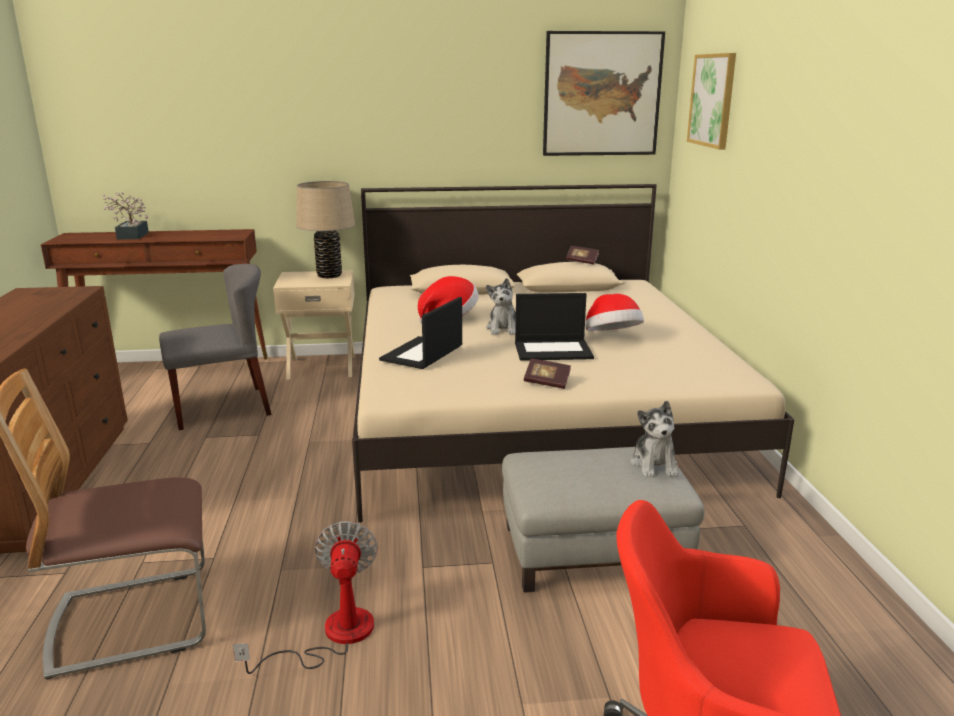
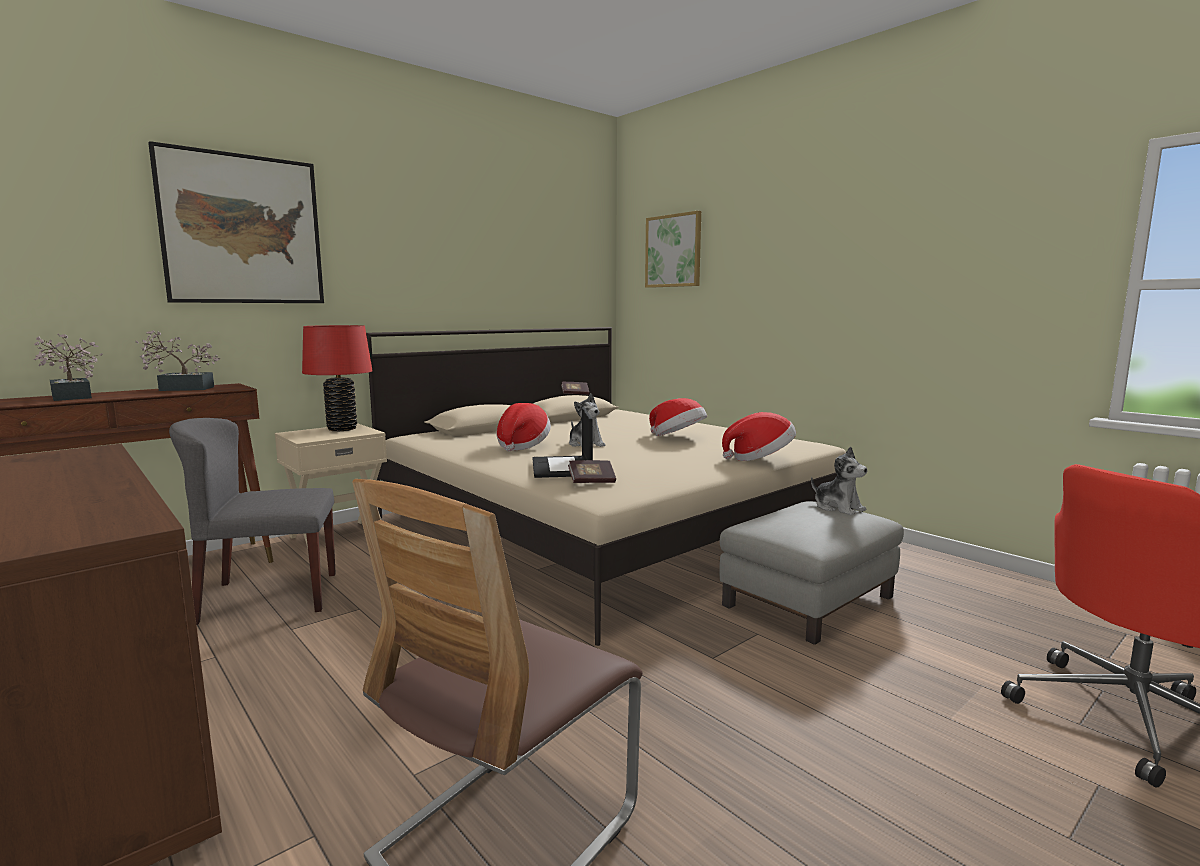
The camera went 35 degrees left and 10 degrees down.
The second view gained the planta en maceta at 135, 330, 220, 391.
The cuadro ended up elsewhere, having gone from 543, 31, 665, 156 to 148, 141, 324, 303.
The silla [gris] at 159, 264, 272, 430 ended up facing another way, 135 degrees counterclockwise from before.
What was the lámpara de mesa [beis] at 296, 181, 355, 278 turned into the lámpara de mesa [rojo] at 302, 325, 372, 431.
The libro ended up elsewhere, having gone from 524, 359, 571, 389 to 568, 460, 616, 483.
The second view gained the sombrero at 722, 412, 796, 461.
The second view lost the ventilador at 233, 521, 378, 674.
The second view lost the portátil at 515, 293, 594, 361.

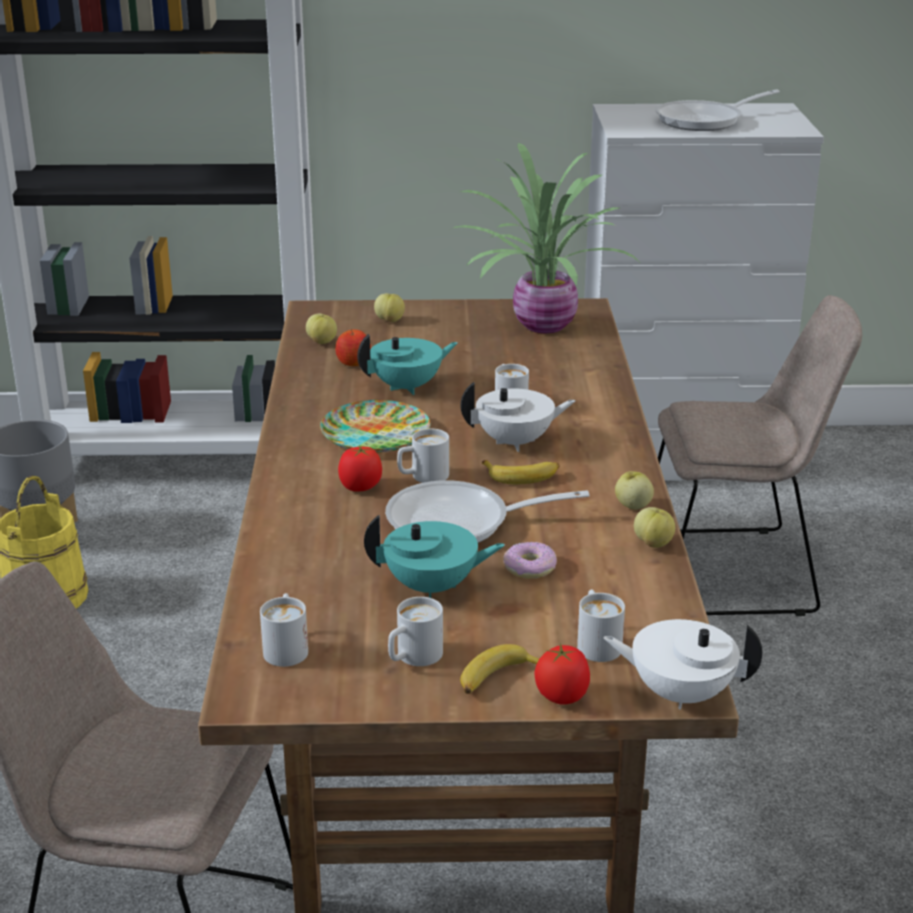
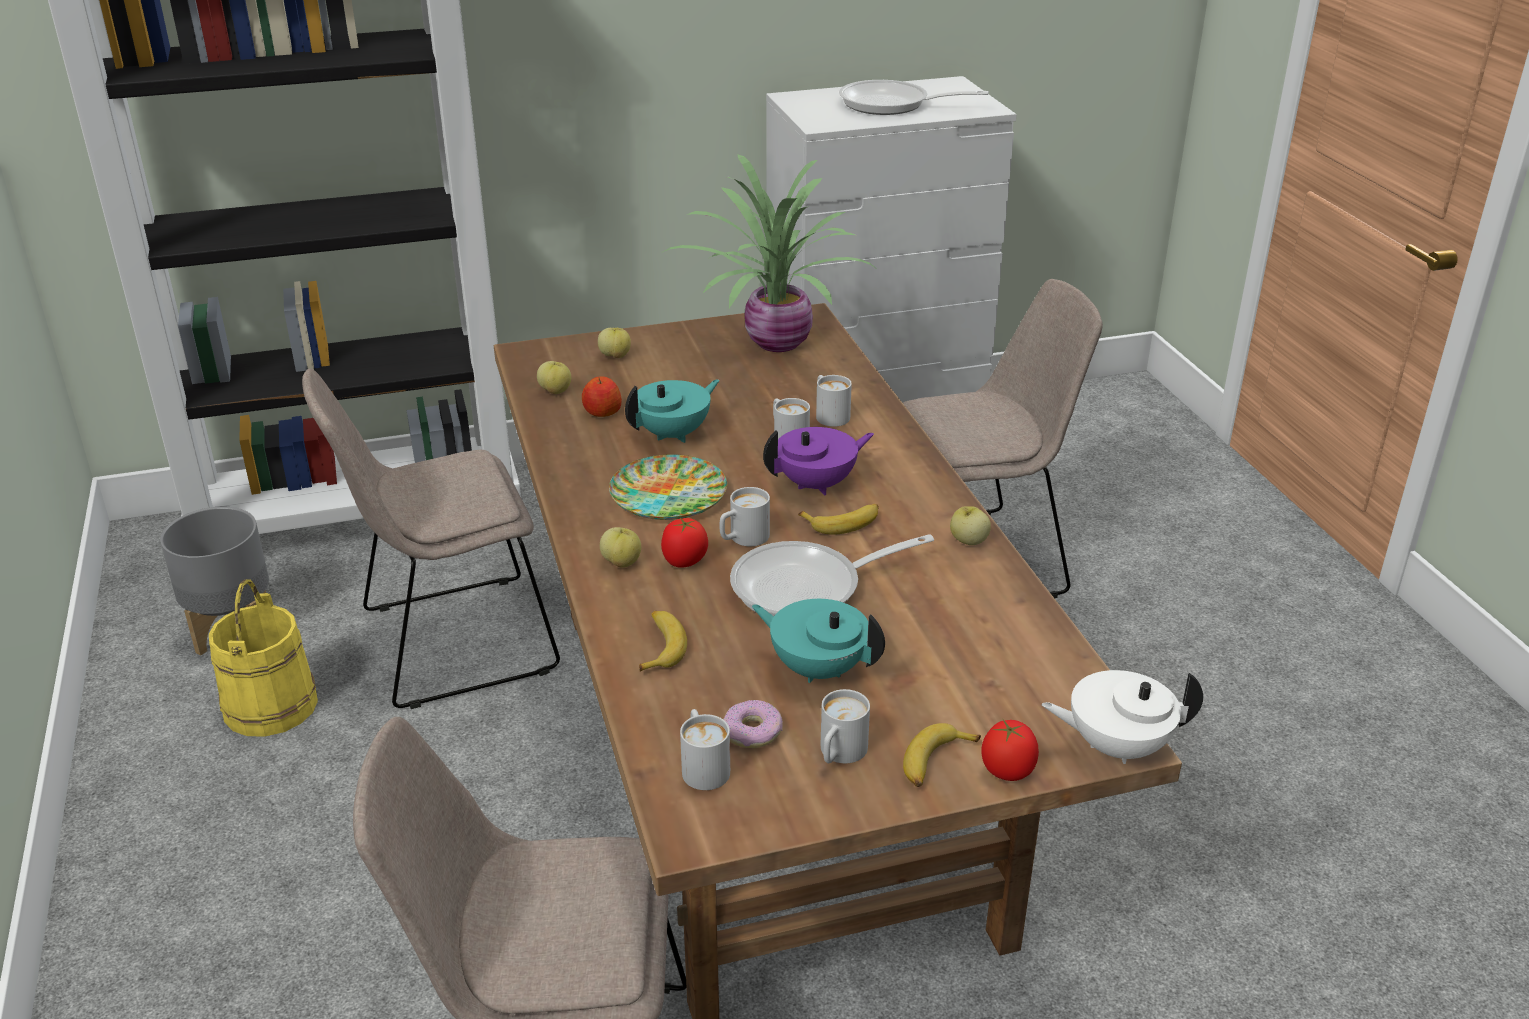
The camera went 15 degrees left and 5 degrees up.
The second view gained the silla [beis] at 302, 369, 560, 709.
The manzana ended up elsewhere, having gone from 634, 507, 675, 548 to 600, 527, 641, 568.
The second view gained the plátano at 639, 611, 687, 672.
The rosquilla ended up elsewhere, having gone from 503, 542, 557, 579 to 723, 700, 783, 748.
The tetera [turquesa] at 364, 515, 505, 598 ended up facing another way, 135 degrees counterclockwise from before.
What was the tetera [blanco] at 460, 382, 576, 452 turned into the tetera [morado] at 763, 427, 874, 496.
The taza grande [blanco] ended up elsewhere, having gone from 577, 590, 625, 662 to 816, 375, 852, 427.
The sartén at 655, 89, 780, 131 ended up facing another way, 60 degrees clockwise from before.

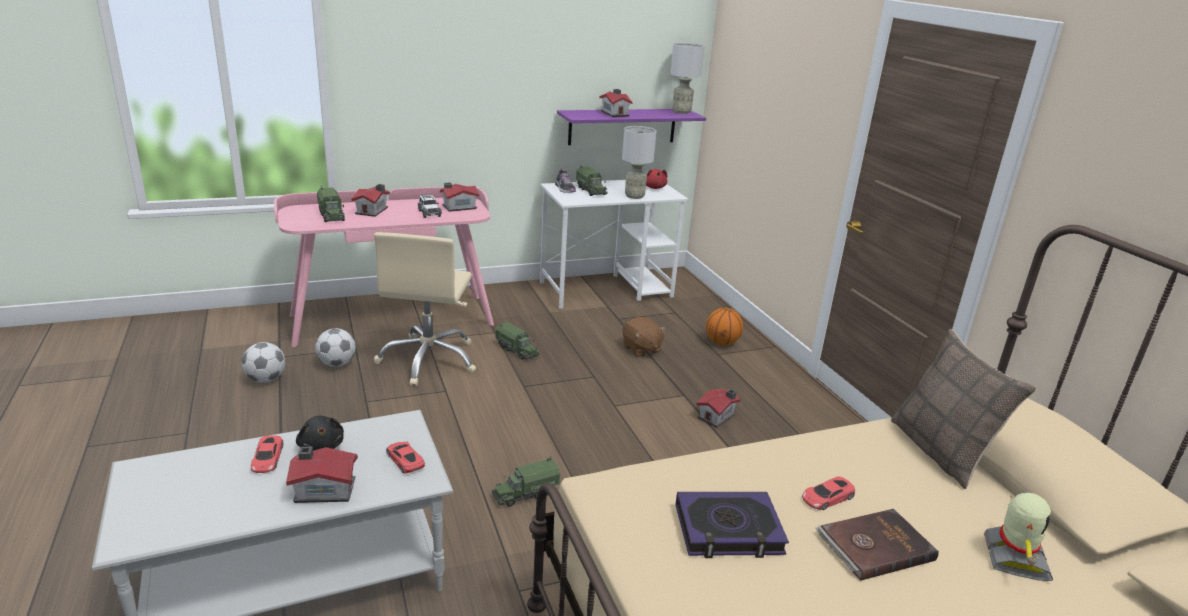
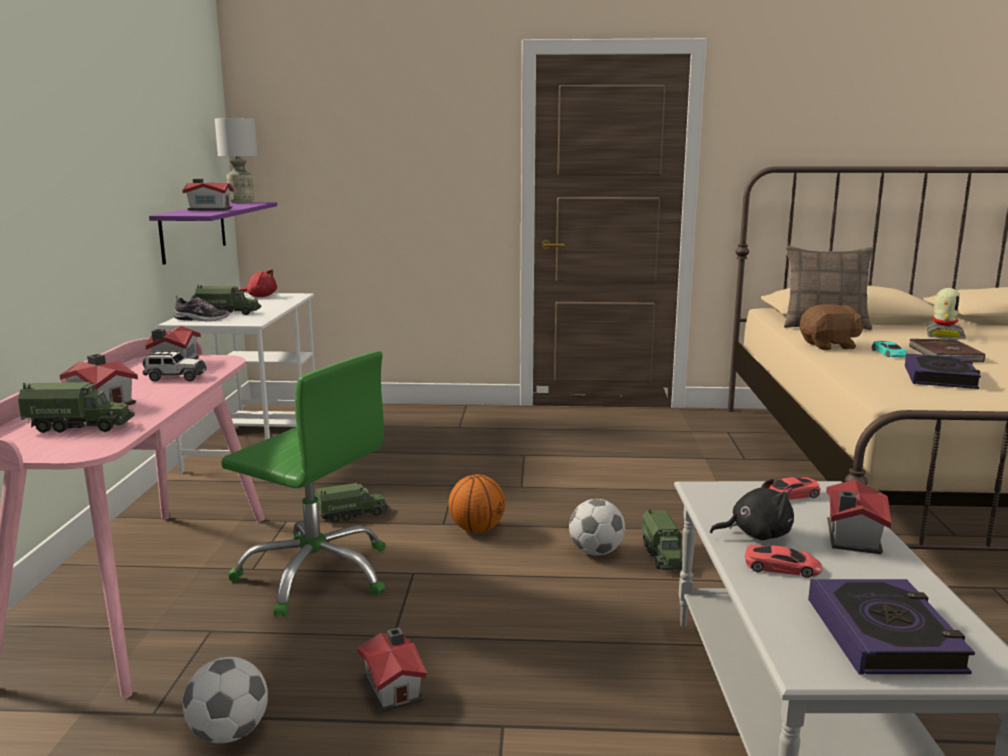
The camera went 65 degrees left and 10 degrees down.
What was the silla de oficina [beis] at 374, 232, 476, 386 turned into the silla de oficina [verde] at 221, 351, 386, 617.
The casita ended up elsewhere, having gone from 696, 389, 741, 427 to 357, 627, 427, 713.
The balón de baloncesto ended up elsewhere, having gone from 706, 308, 743, 345 to 448, 474, 505, 533.
The balón de fútbol ended up elsewhere, having gone from 315, 328, 356, 367 to 569, 499, 625, 555.
The peluche [marrón] ended up elsewhere, having gone from 622, 317, 666, 357 to 800, 304, 863, 350.
The second view gained the libro at 808, 579, 975, 674.
What was the coche de juguete [rojo] at 802, 476, 855, 510 turned into the coche de juguete [turquesa] at 872, 341, 908, 357.
The robot de juguete at 984, 493, 1053, 581 ended up facing another way, 75 degrees clockwise from before.
The second view lost the lámpara de mesa [gris] at 622, 126, 657, 199.

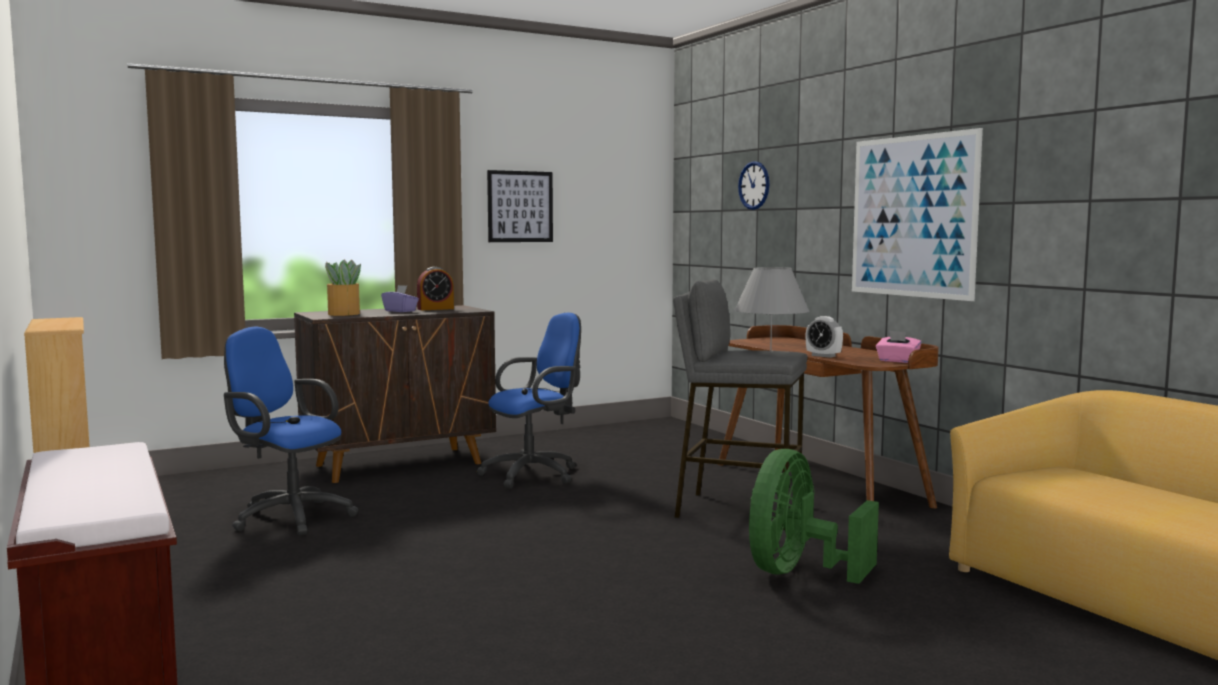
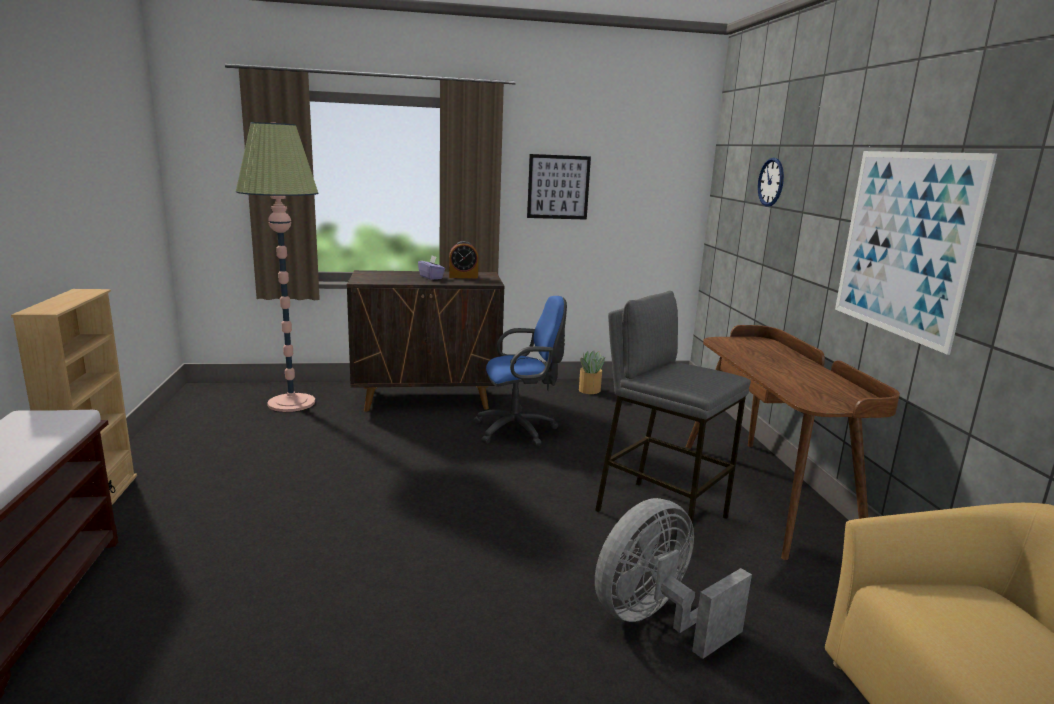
The camera went 20 degrees right and 10 degrees up.
The second view gained the lámpara de pie at 236, 122, 318, 412.
The planta en maceta ended up elsewhere, having gone from 325, 260, 361, 316 to 579, 351, 605, 394.
What was the ventilador [verde] at 749, 449, 879, 584 turned into the ventilador [gris] at 595, 498, 752, 659.
The second view lost the silla de oficina [azul] at 224, 327, 358, 536.
The second view lost the lámpara de mesa [gris] at 734, 267, 810, 351.
The second view lost the despertador at 806, 316, 843, 358.
The second view lost the caja de pañuelos [rosa] at 876, 330, 921, 363.

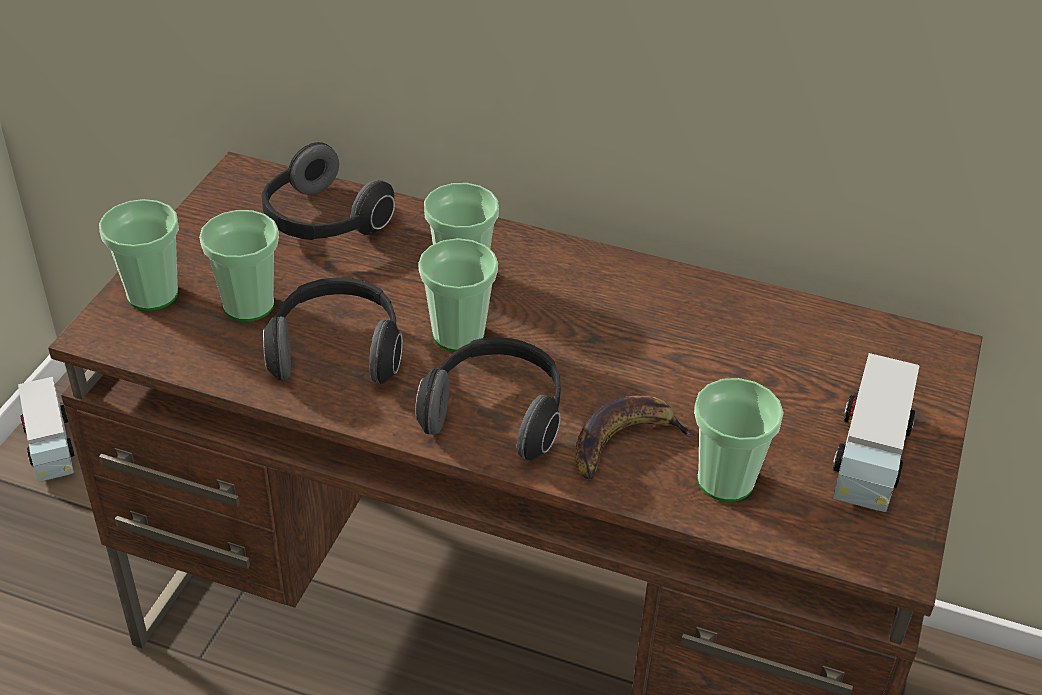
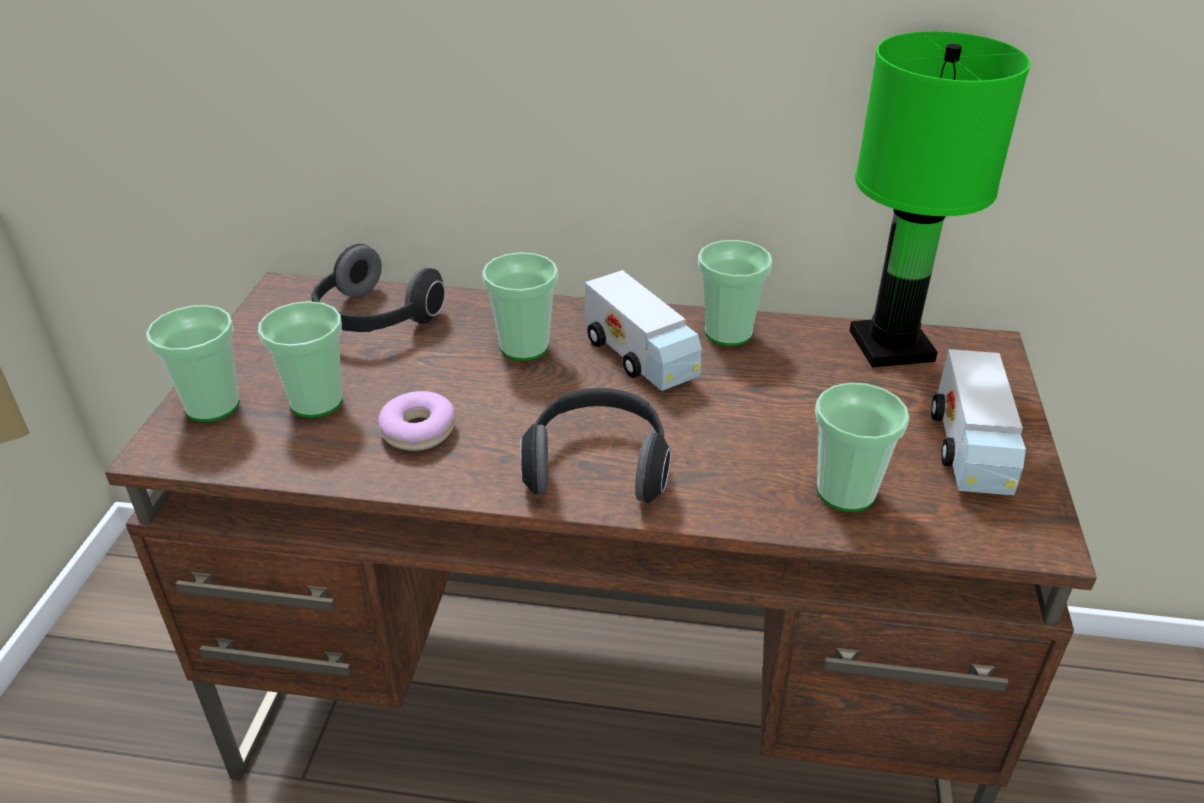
The camera went 10 degrees left and 5 degrees down.
Where the auriculares stood at 263, 277, 403, 384, the rosquilla came to stand at 378, 391, 455, 451.
The camión de juguete ended up elsewhere, having gone from 18, 377, 75, 482 to 585, 270, 702, 391.
The taza ended up elsewhere, having gone from 418, 238, 498, 352 to 698, 240, 772, 346.
The second view gained the lámpara de mesa [verde] at 849, 31, 1031, 367.
The second view lost the plátano at 575, 395, 697, 479.

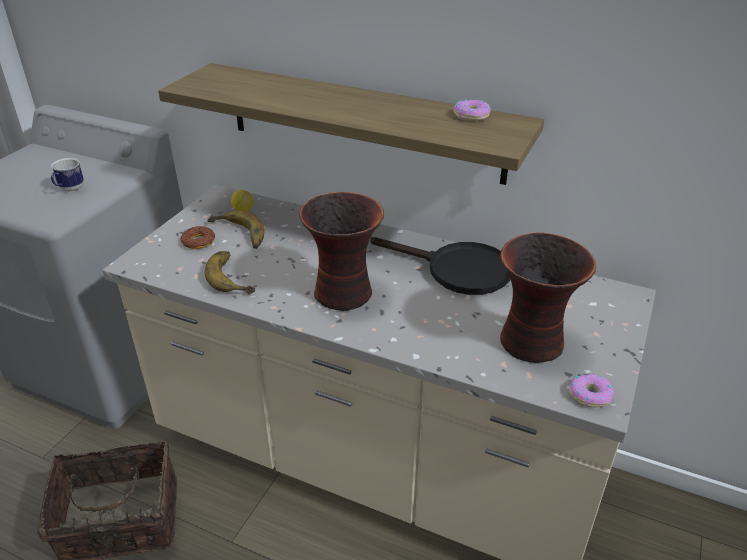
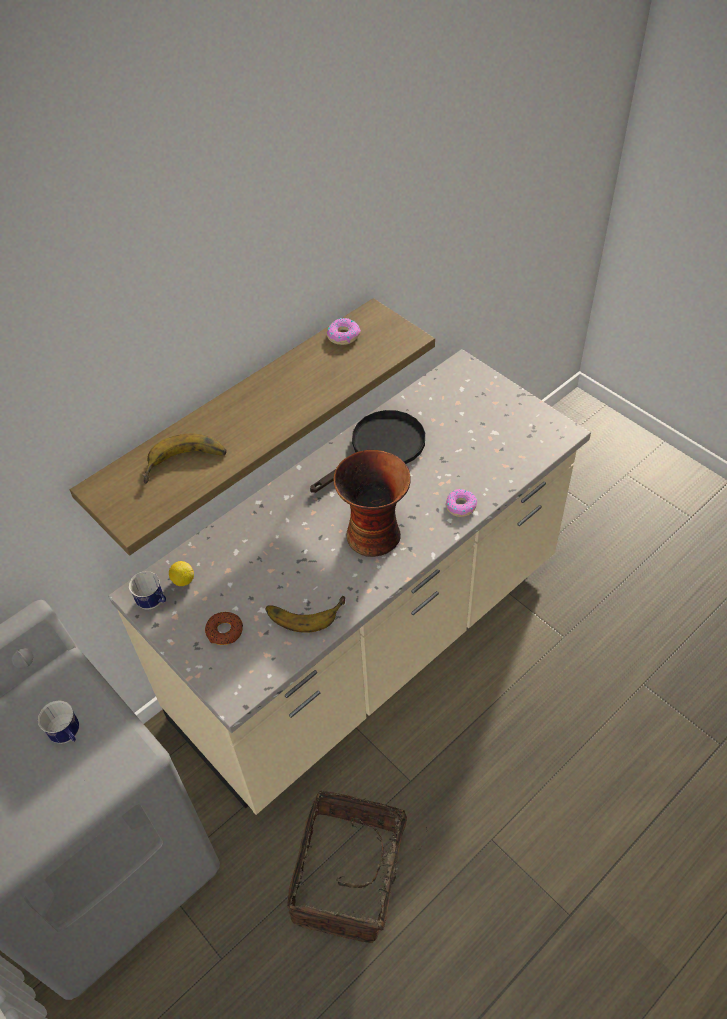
The camera went 65 degrees left and 15 degrees up.
The second view gained the taza grande at 129, 571, 166, 609.
The plátano ended up elsewhere, having gone from 207, 210, 264, 249 to 142, 434, 227, 484.
The rosquilla ended up elsewhere, having gone from 569, 374, 614, 407 to 446, 489, 477, 517.
The second view lost the florero at 500, 232, 596, 363.

